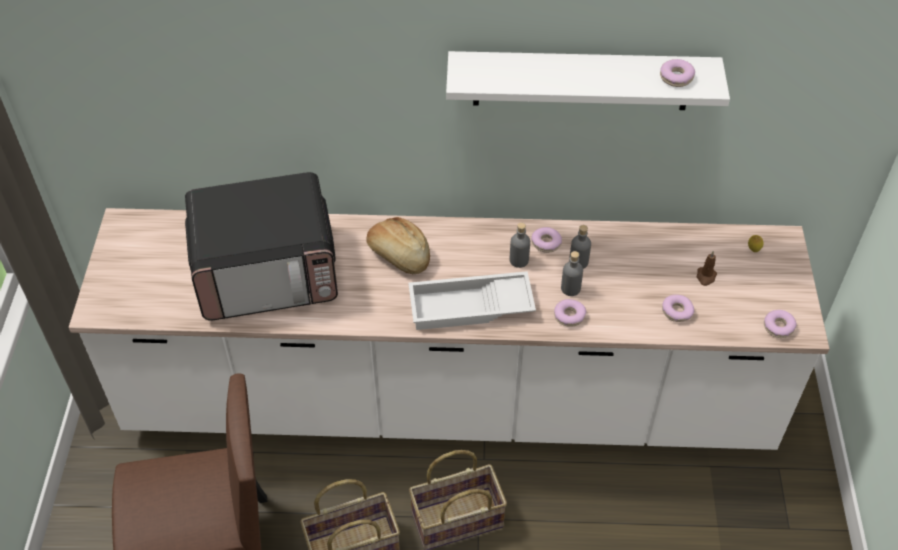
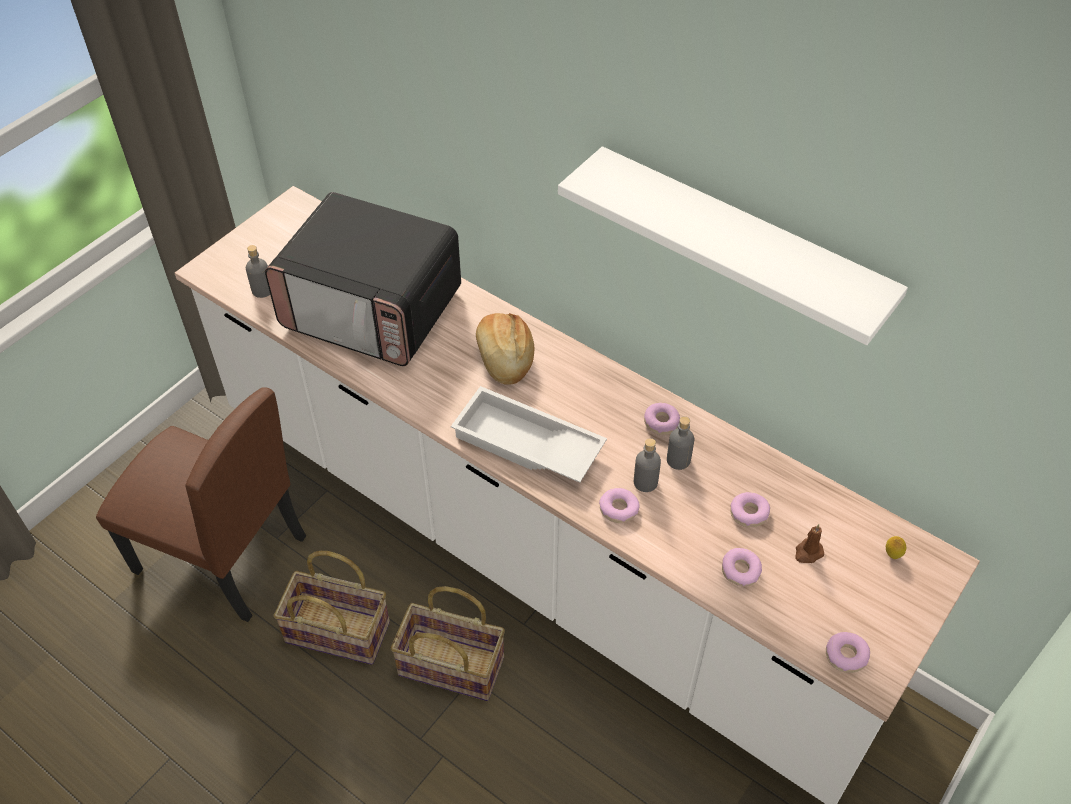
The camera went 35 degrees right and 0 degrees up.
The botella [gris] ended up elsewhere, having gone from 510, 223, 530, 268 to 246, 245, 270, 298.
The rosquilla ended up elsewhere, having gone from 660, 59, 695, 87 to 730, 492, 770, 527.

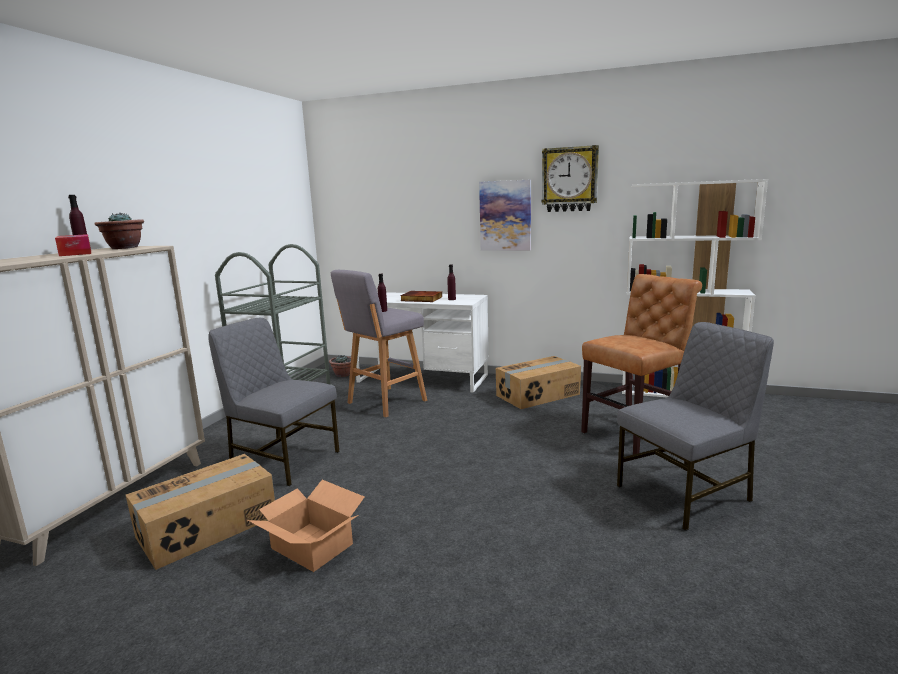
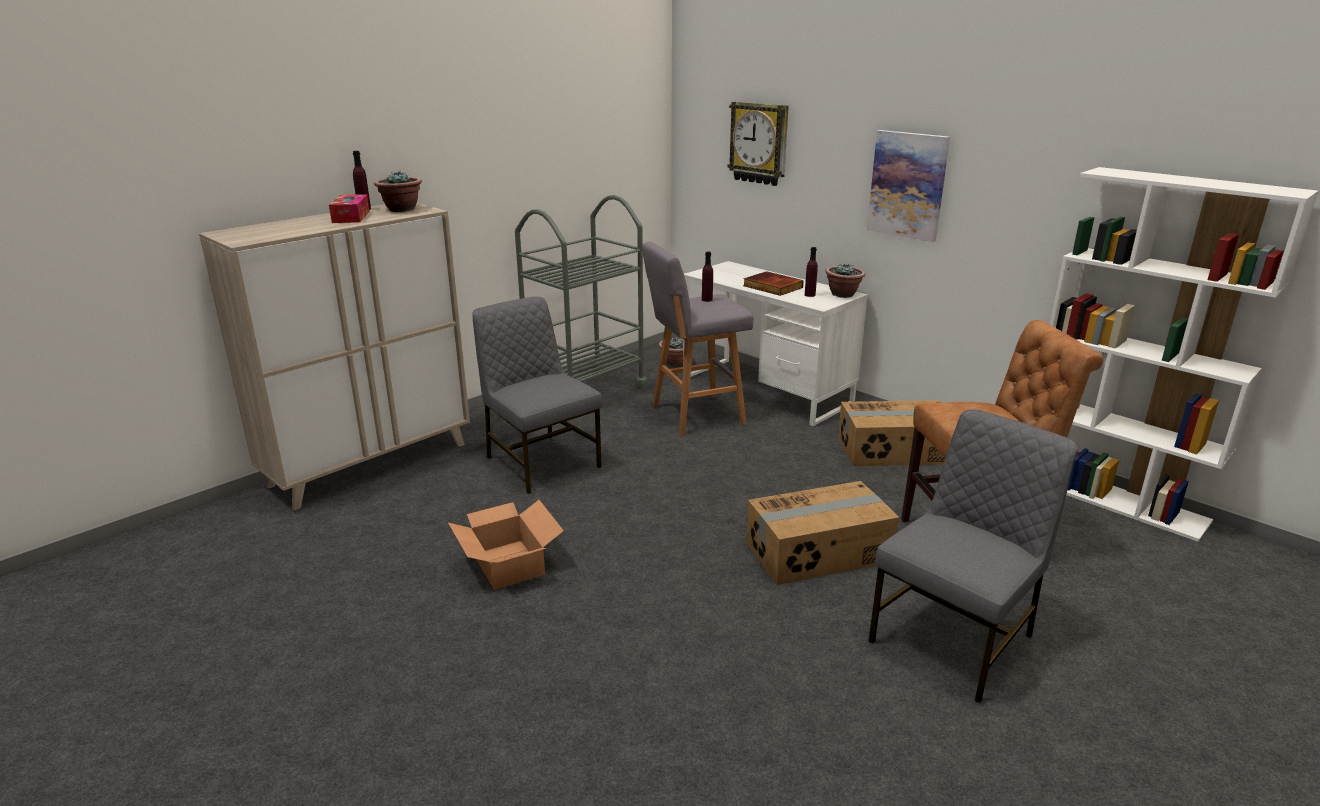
The camera went 25 degrees right and 10 degrees up.
The reloj de pared ended up elsewhere, having gone from 542, 145, 599, 212 to 727, 101, 789, 186.
The caja de cartón ended up elsewhere, having gone from 126, 454, 275, 570 to 747, 481, 899, 585.
The second view gained the planta en maceta at 825, 263, 865, 298.
The silla [gris] at 617, 322, 774, 531 ended up facing another way, 45 degrees counterclockwise from before.

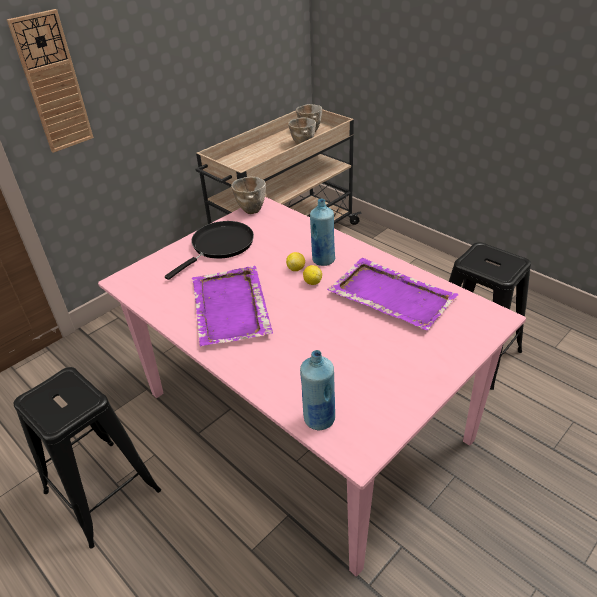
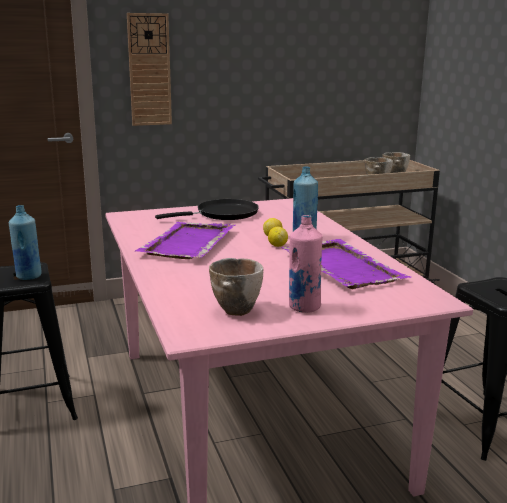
The camera went 25 degrees right and 20 degrees down.
The botella [azul] ended up elsewhere, having gone from 300, 350, 335, 430 to 9, 205, 42, 280.
The cuenco ended up elsewhere, having gone from 231, 177, 266, 214 to 209, 258, 263, 316.
The second view gained the botella [rosa] at 289, 215, 323, 313.

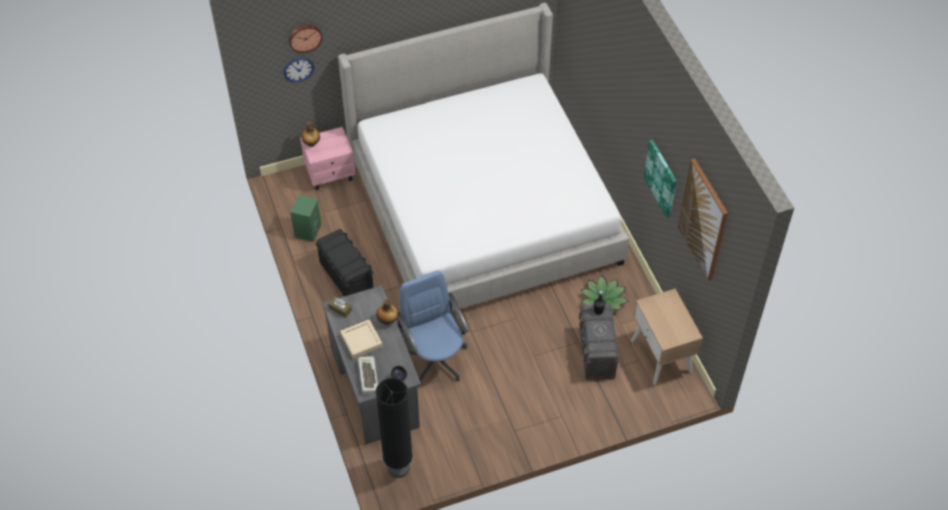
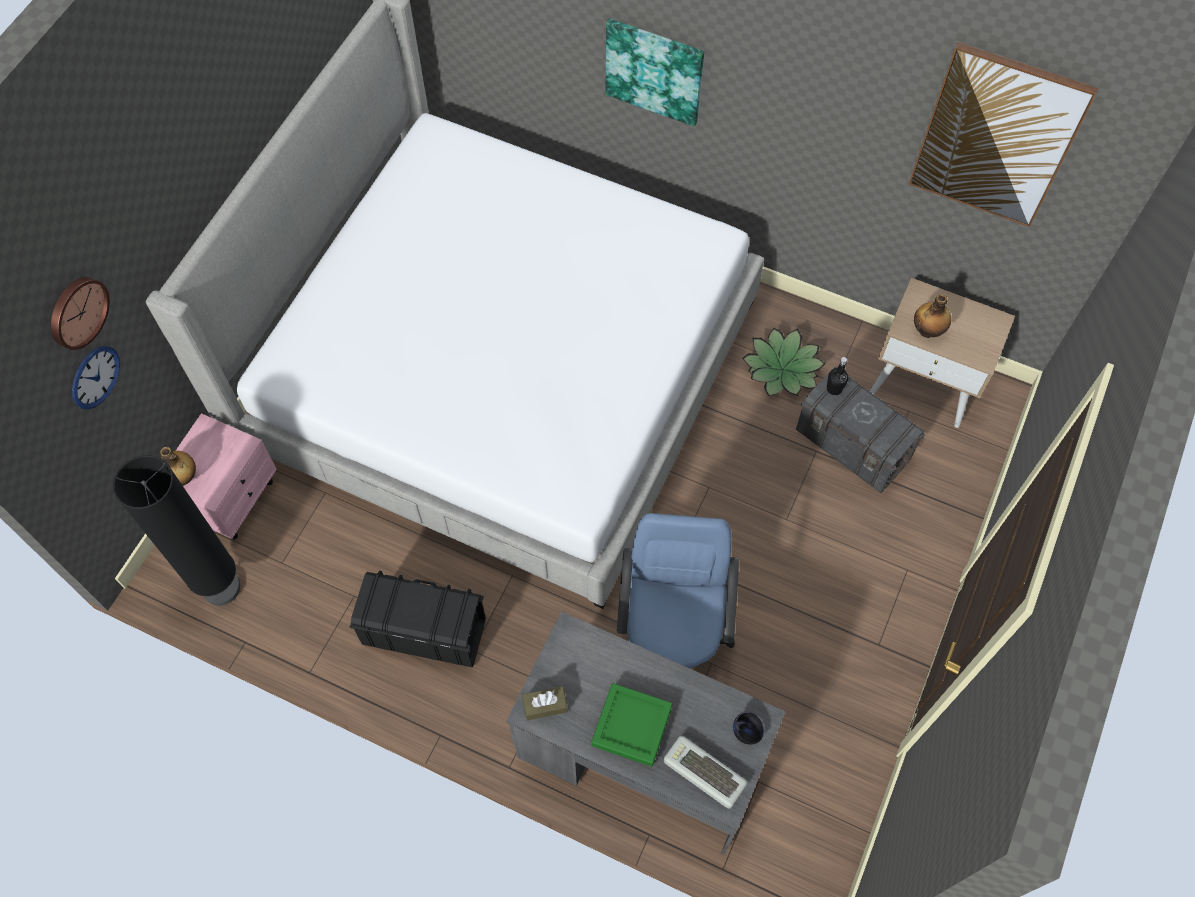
The camera went 45 degrees left and 10 degrees up.
The lámpara de pie [negro] ended up elsewhere, having gone from 376, 378, 412, 478 to 113, 455, 241, 606.
What was the bandeja [beis] at 340, 319, 383, 359 turned into the bandeja [verde] at 592, 683, 672, 767.
The cuadro ended up elsewhere, having gone from 643, 140, 677, 218 to 606, 18, 704, 127.
The silla de oficina [azul] at 397, 270, 469, 383 ended up facing another way, 75 degrees clockwise from before.
The botella ended up elsewhere, having gone from 376, 299, 398, 325 to 914, 294, 951, 338.
The second view lost the altavoz [verde] at 290, 195, 321, 242.

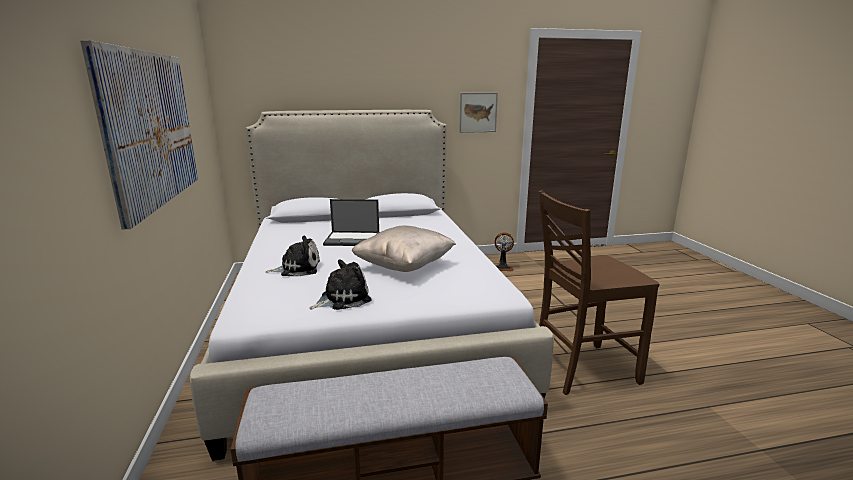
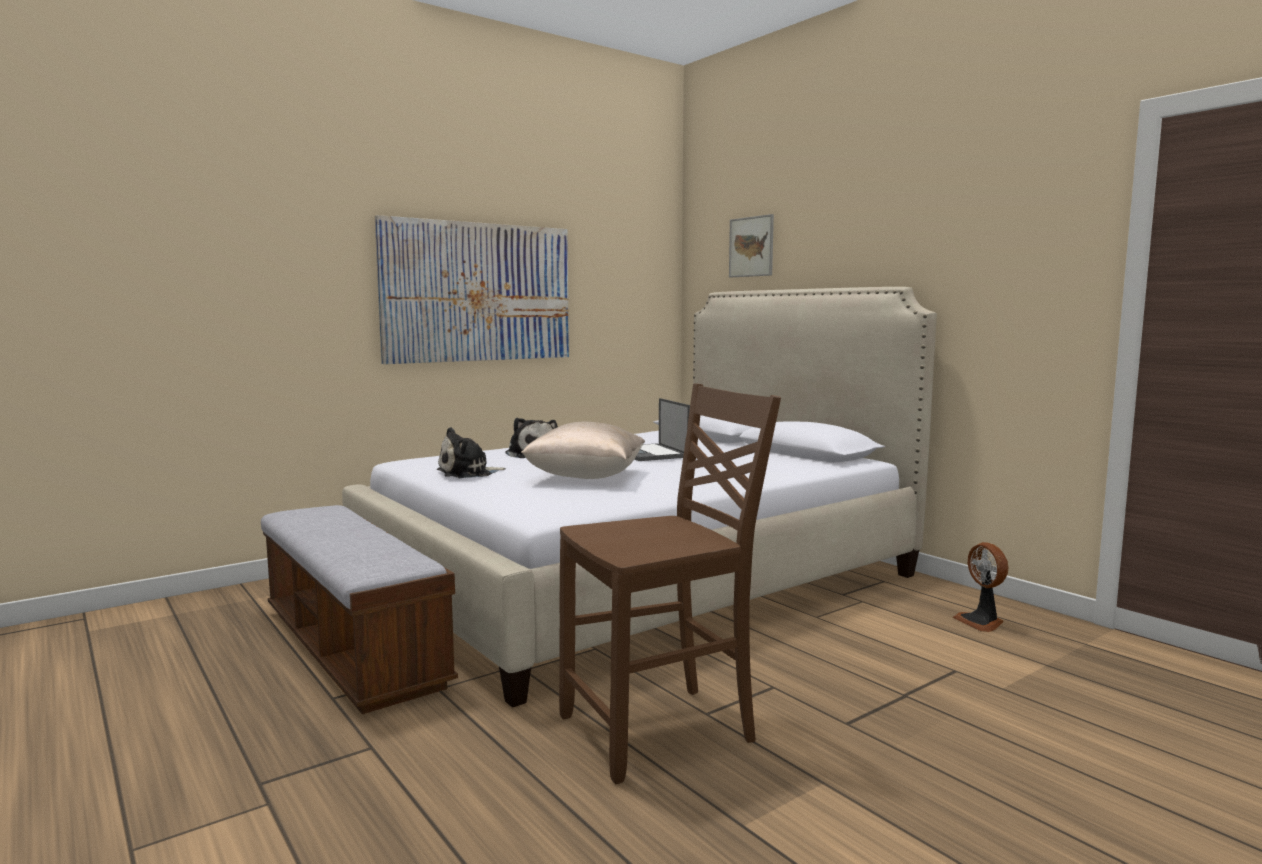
The camera went 65 degrees right and 10 degrees down.
The peluche at 309, 259, 372, 310 ended up facing another way, 120 degrees clockwise from before.
The silla [marrón] at 538, 190, 660, 395 ended up facing another way, 105 degrees clockwise from before.
The cuadro ended up elsewhere, having gone from 459, 93, 498, 133 to 729, 214, 774, 278.

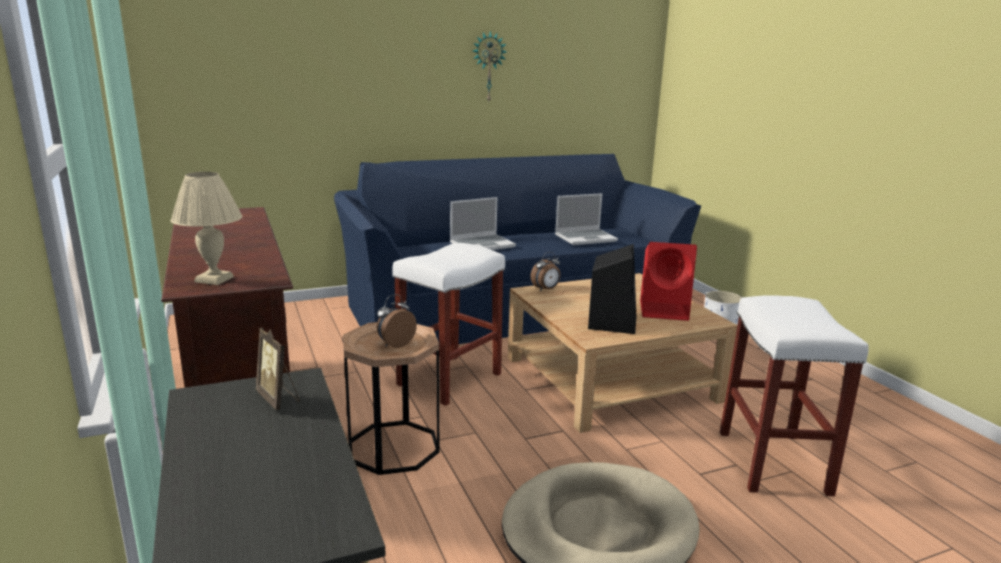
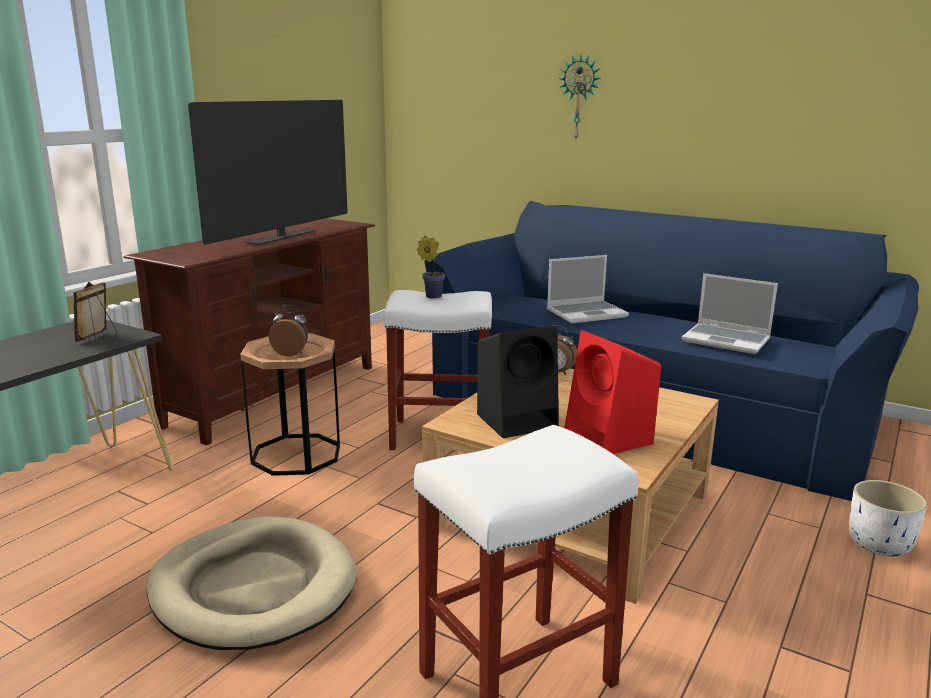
The camera went 55 degrees right and 0 degrees up.
The second view gained the televisor at 188, 100, 348, 245.
The second view gained the planta en maceta at 417, 235, 445, 299.
The portátil at 450, 197, 516, 250 ended up facing another way, 45 degrees counterclockwise from before.
The reloj de pared ended up elsewhere, having gone from 473, 31, 507, 102 to 558, 54, 601, 138.
The second view lost the lámpara de mesa [beis] at 171, 172, 243, 285.

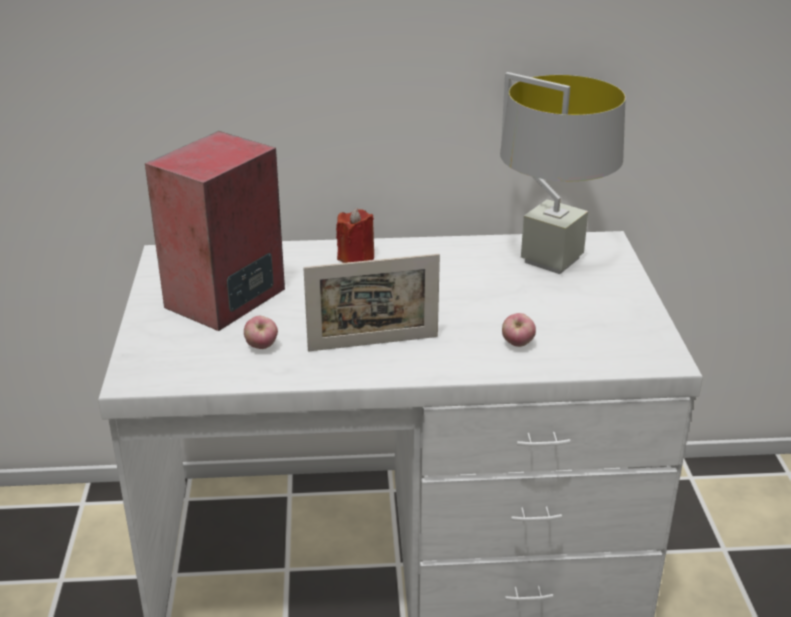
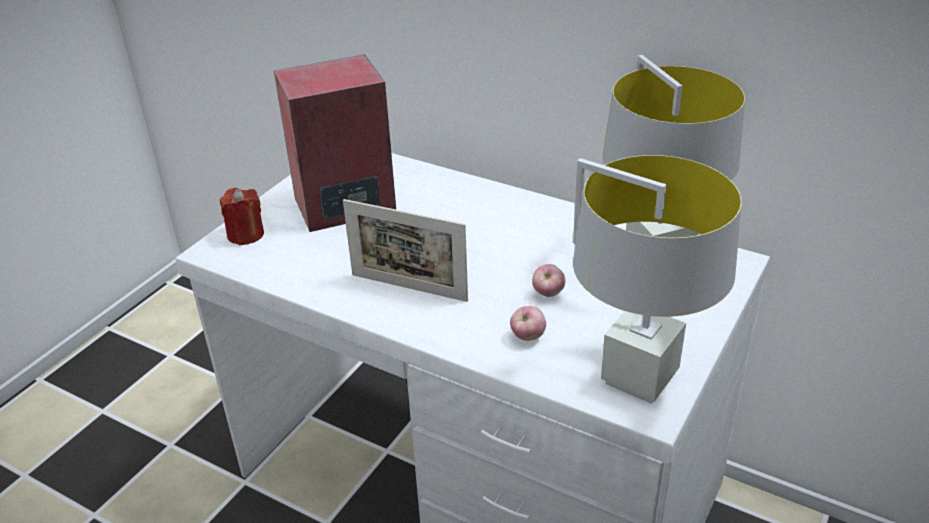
The camera went 35 degrees right and 5 degrees up.
The vela [rojo] ended up elsewhere, having gone from 336, 208, 374, 263 to 220, 188, 264, 245.
The manzana ended up elsewhere, having gone from 244, 315, 278, 349 to 532, 264, 565, 297.
The second view gained the lámpara de mesa [gris] at 573, 155, 742, 404.

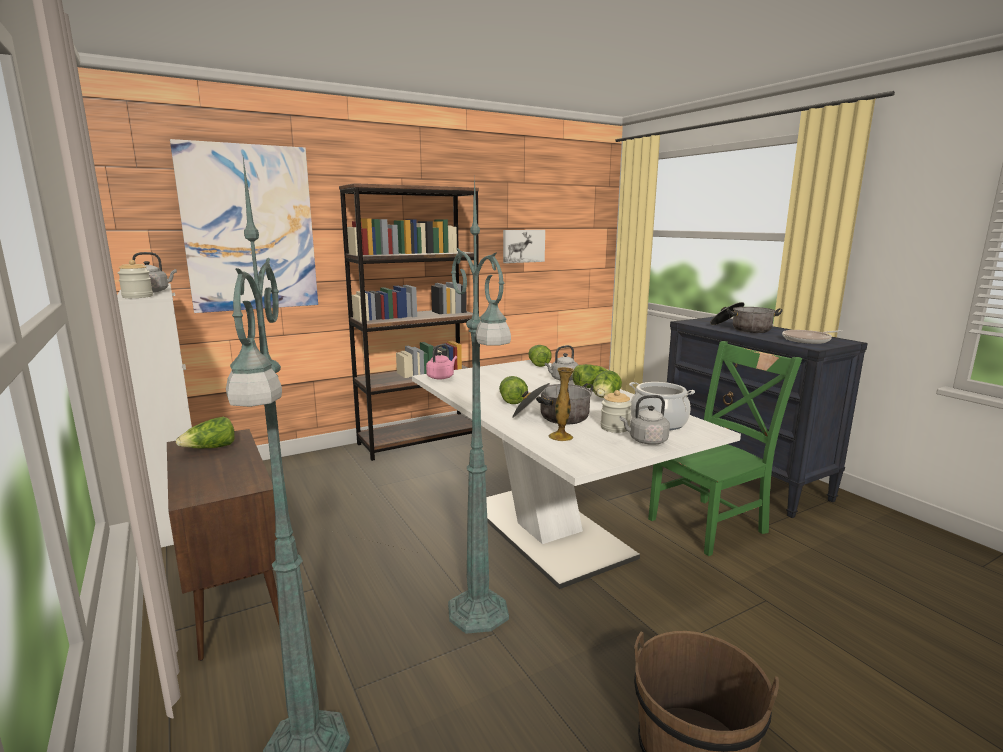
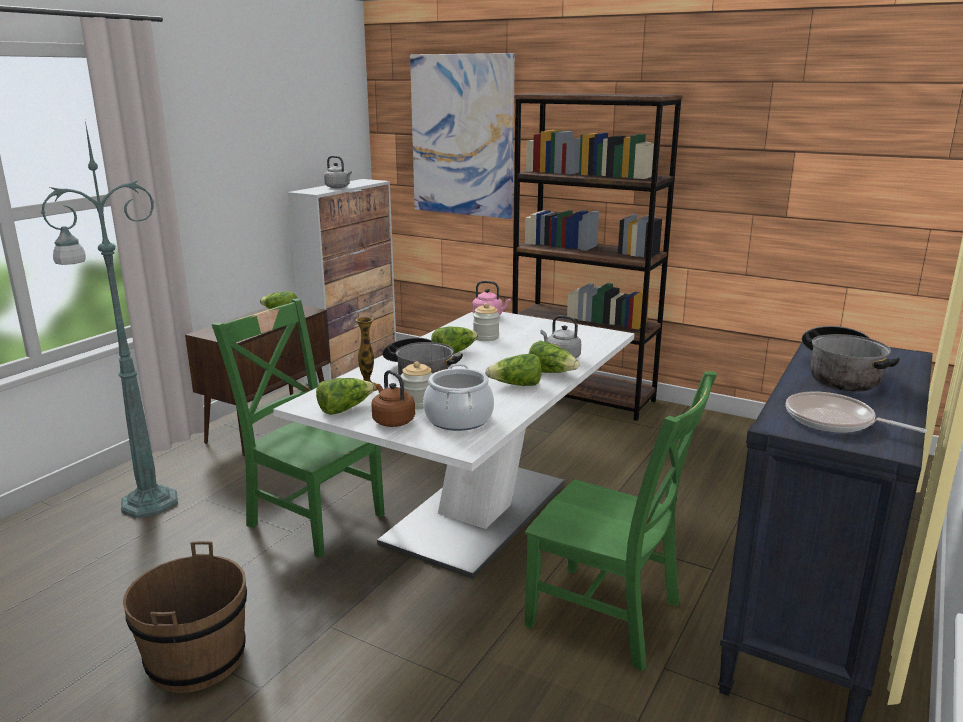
The camera went 60 degrees right and 5 degrees up.
Where the lámpara de pie [verde] stood at 448, 177, 511, 634, the silla [verde] came to stand at 212, 298, 385, 558.
The lechuga ended up elsewhere, having gone from 528, 345, 552, 367 to 316, 378, 375, 415.
What was the hervidor [gris] at 620, 395, 670, 445 turned into the hervidor [marrón] at 371, 370, 415, 427.
The tarro ended up elsewhere, having gone from 118, 260, 153, 298 to 473, 303, 499, 341.
The second view lost the cuadro at 503, 230, 545, 263.

